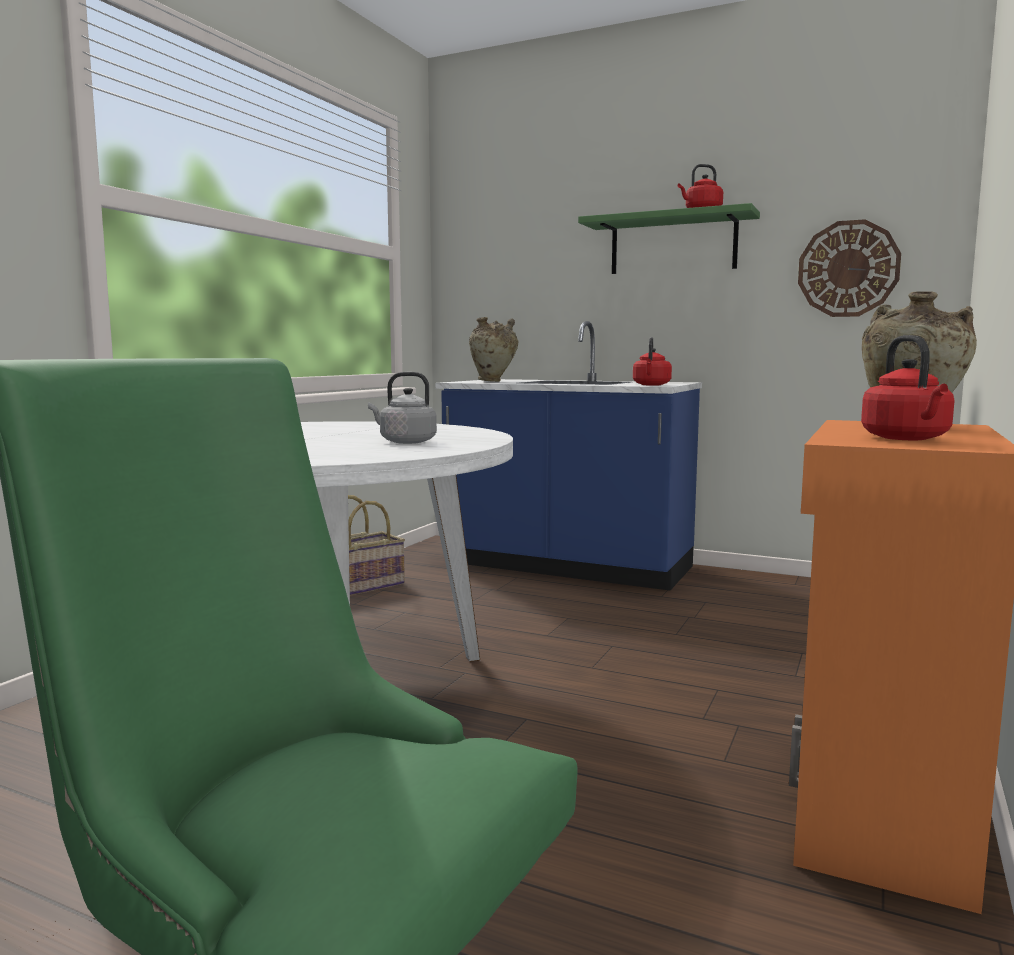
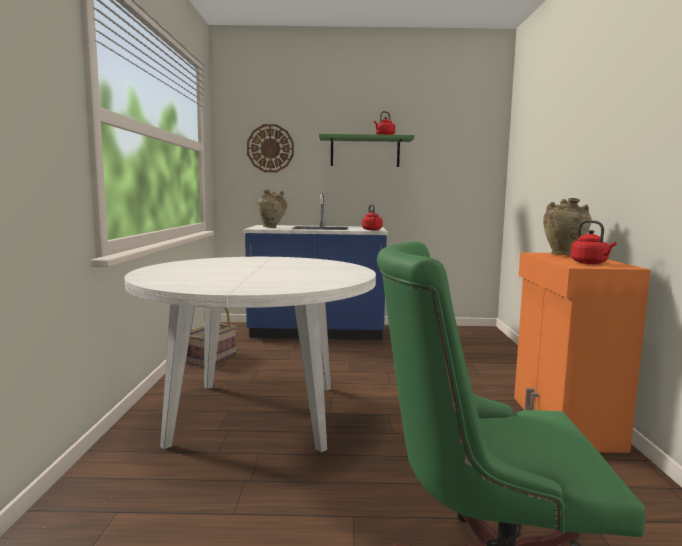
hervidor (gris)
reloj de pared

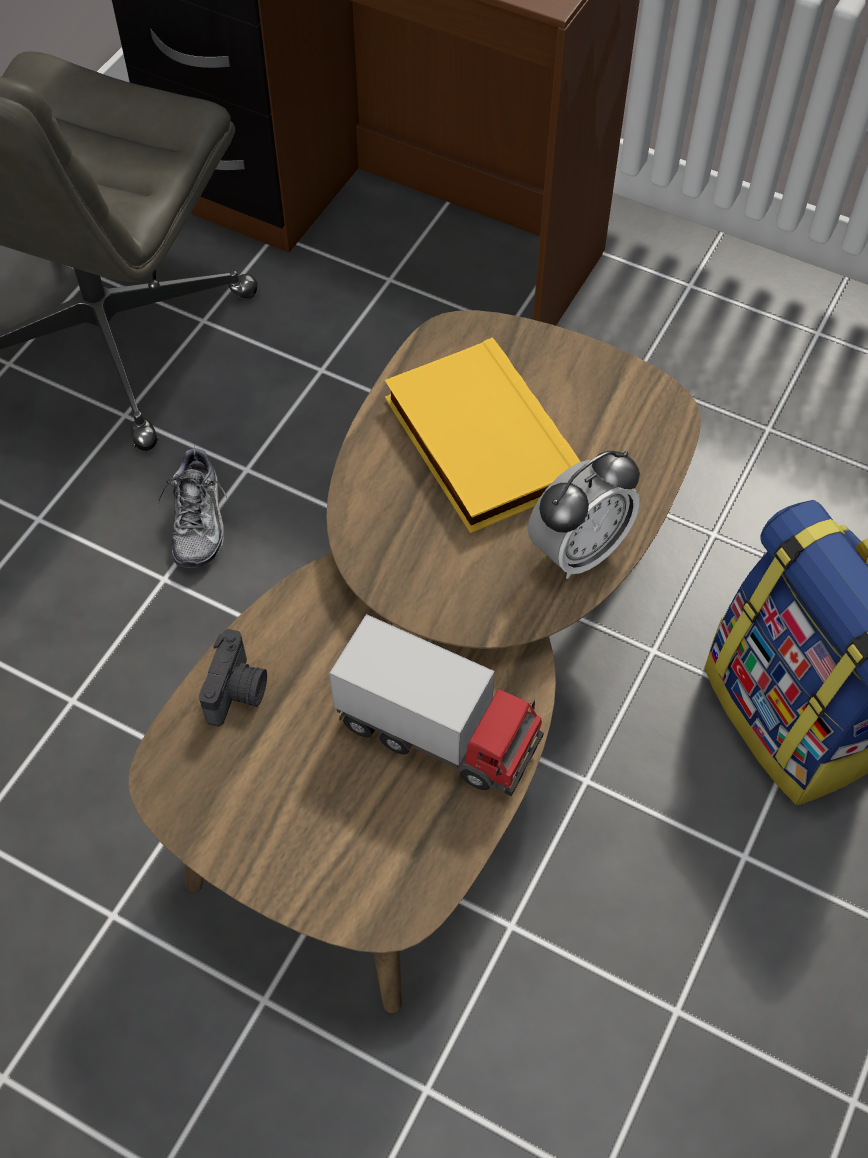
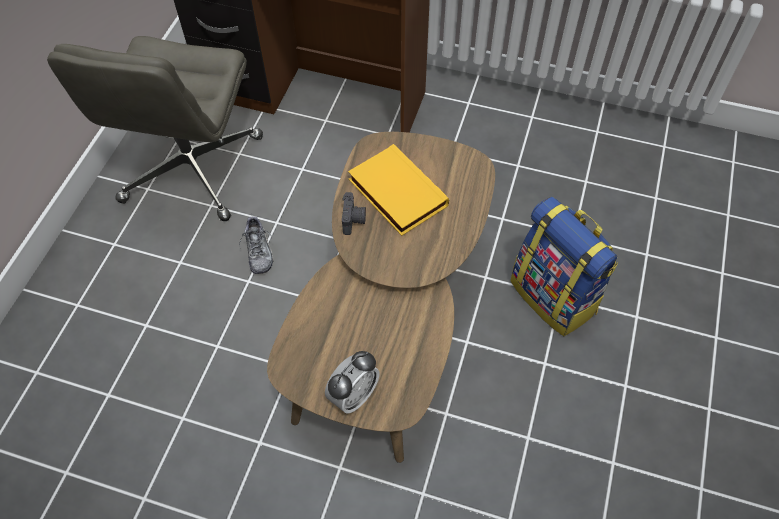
cámara
camión de juguete
despertador

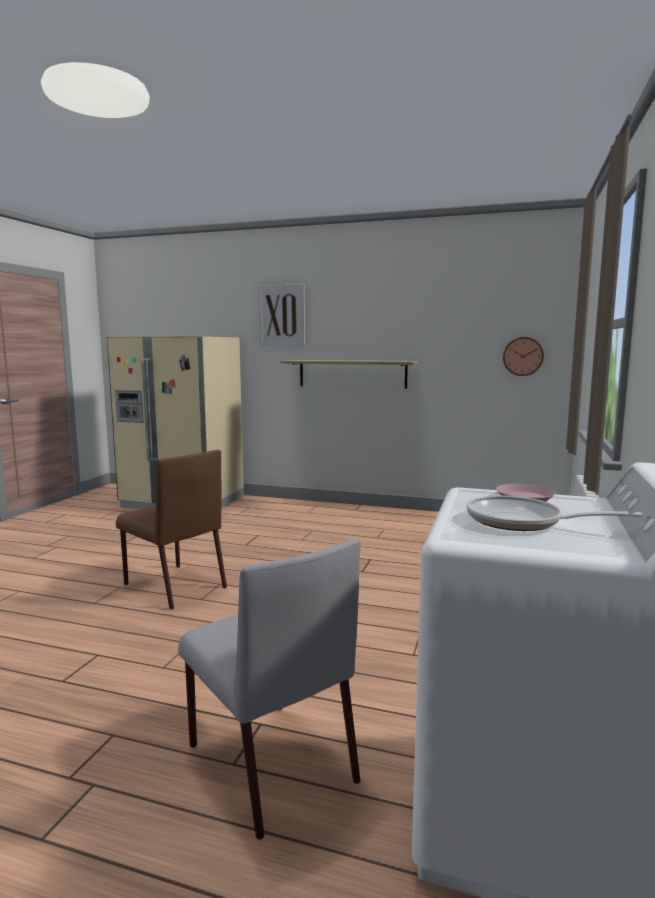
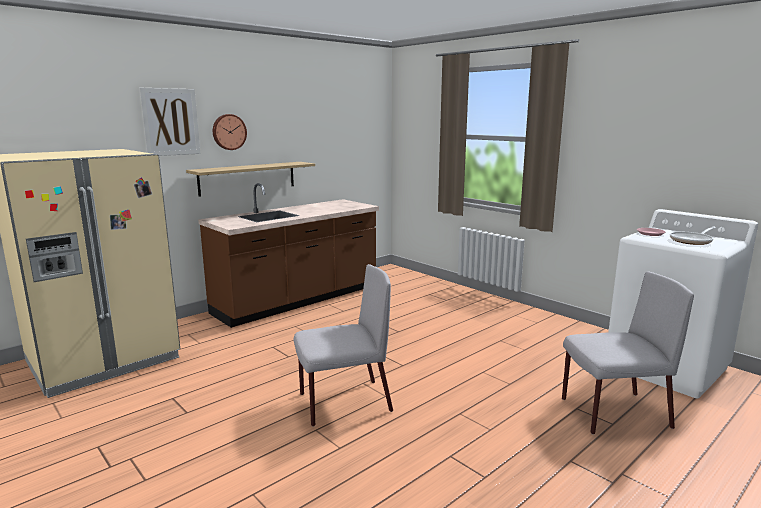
silla (gris) (no. 1 from left)
reloj de pared
mueble bajo de cocina (marrón)

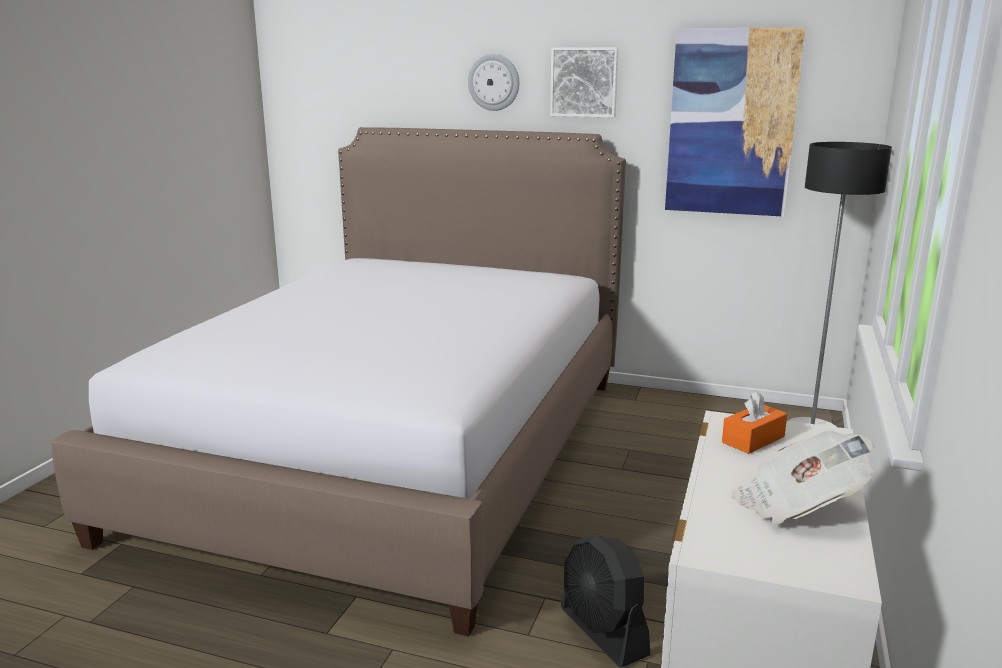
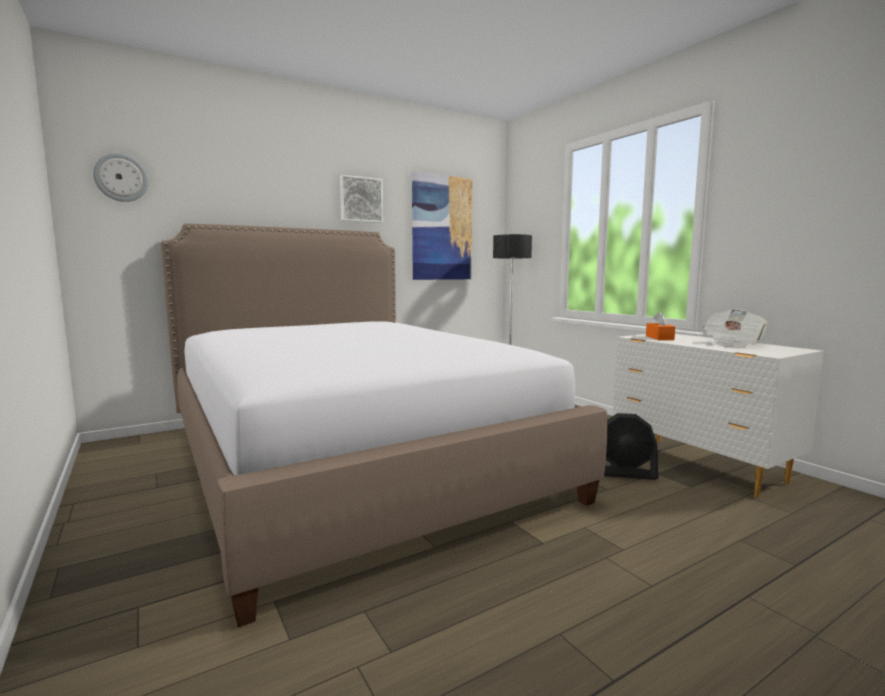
reloj de pared

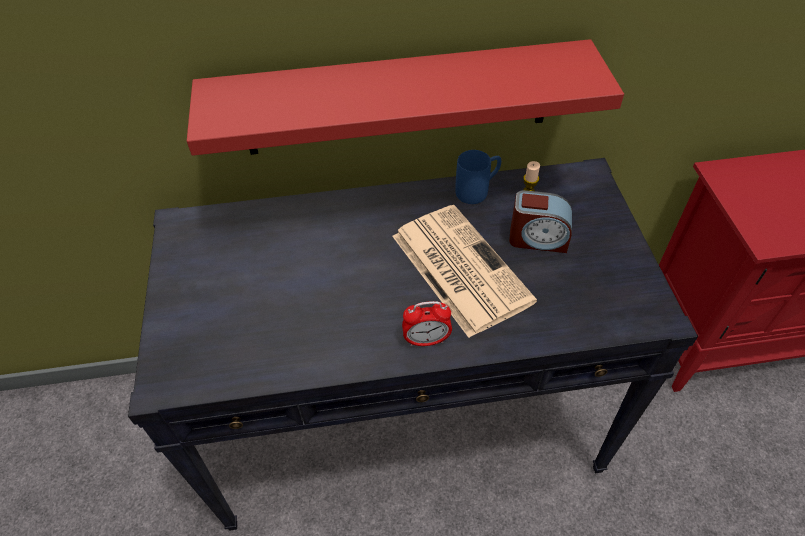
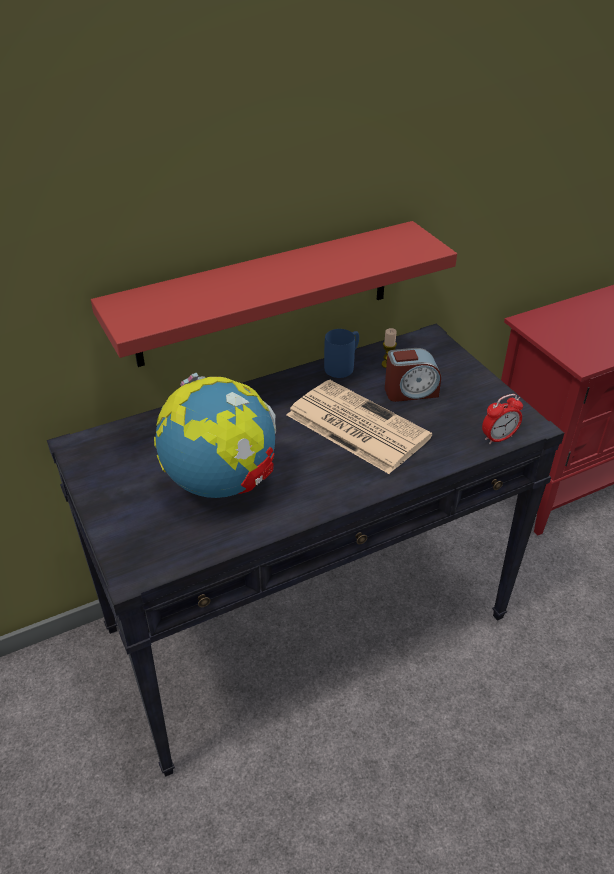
despertador (no. 2 from left)
globo terráqueo

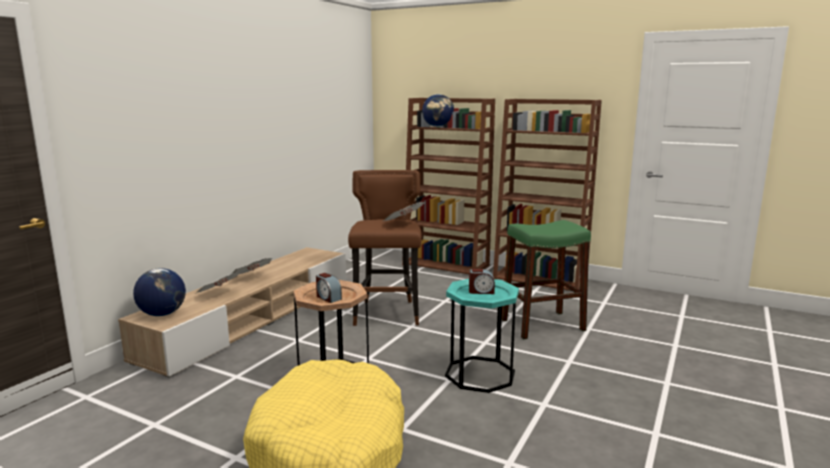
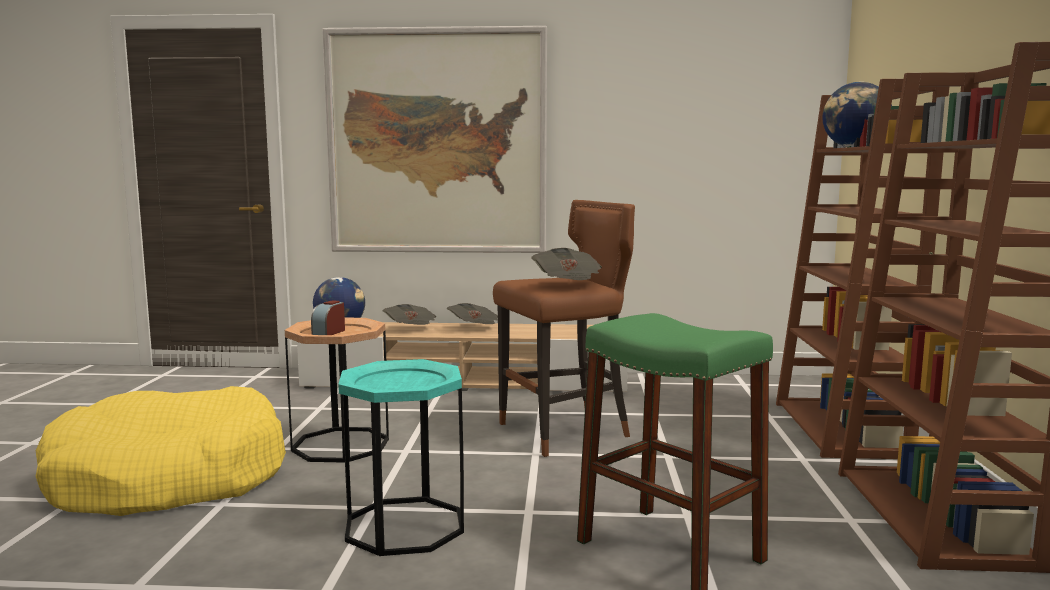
despertador (no. 2 from left in the first image)
cuadro

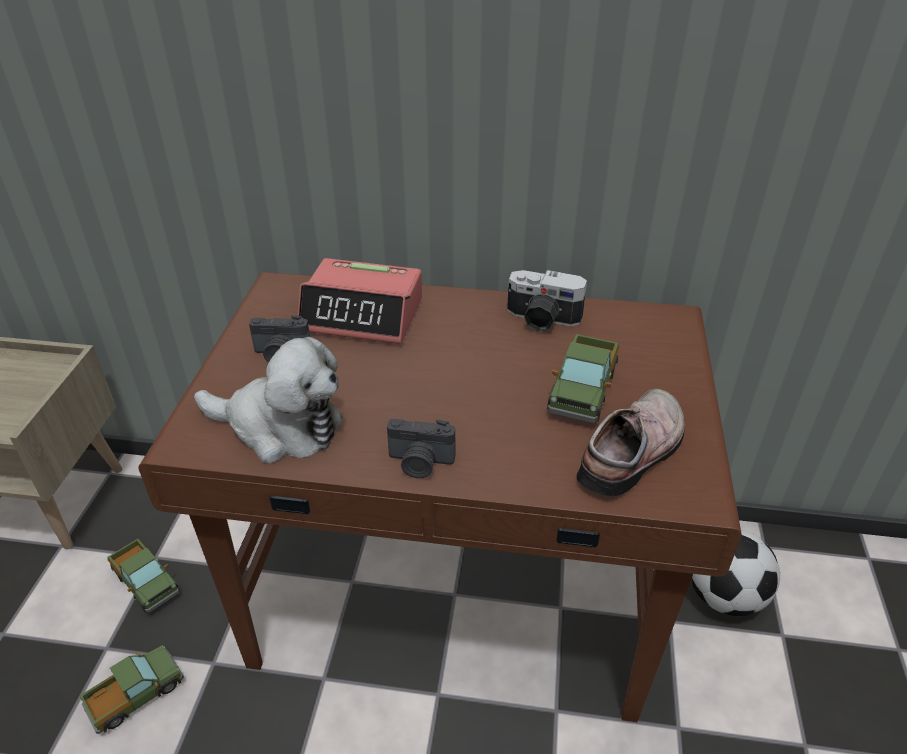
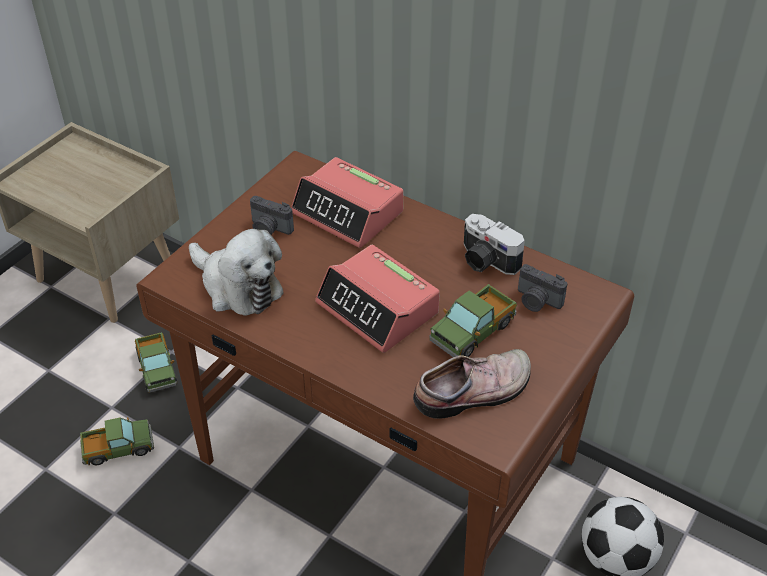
cámara (no. 3 from left)
despertador (no. 2 from left)

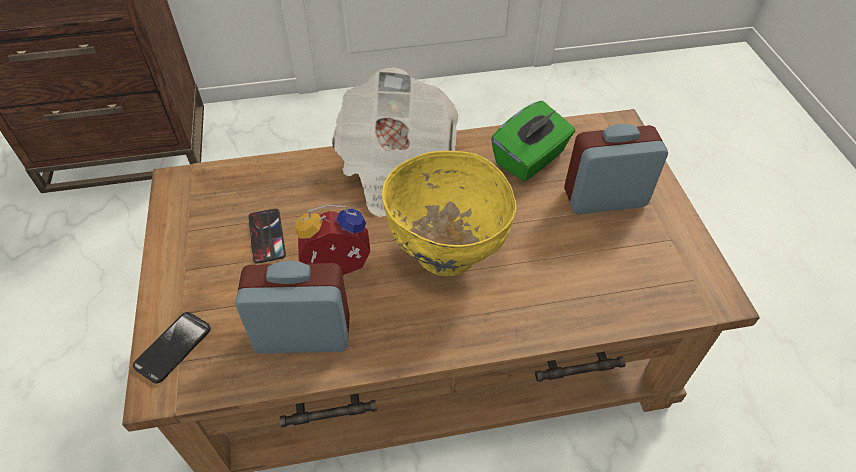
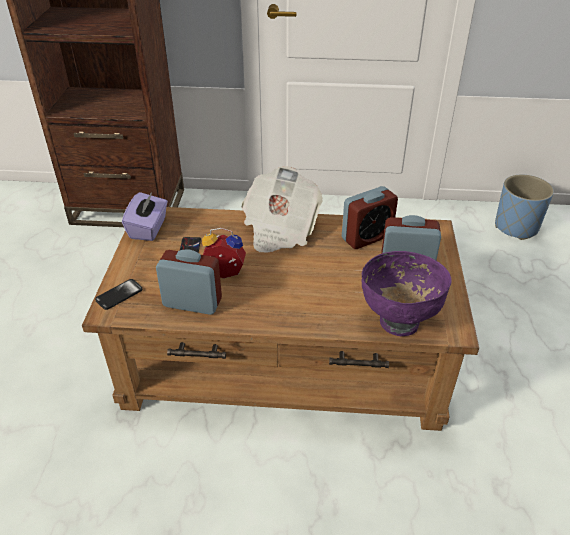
cuenco (amarillo)
despertador (no. 3 from left)
caja de pañuelos (morado)
cuenco (morado)
maceta (azul)

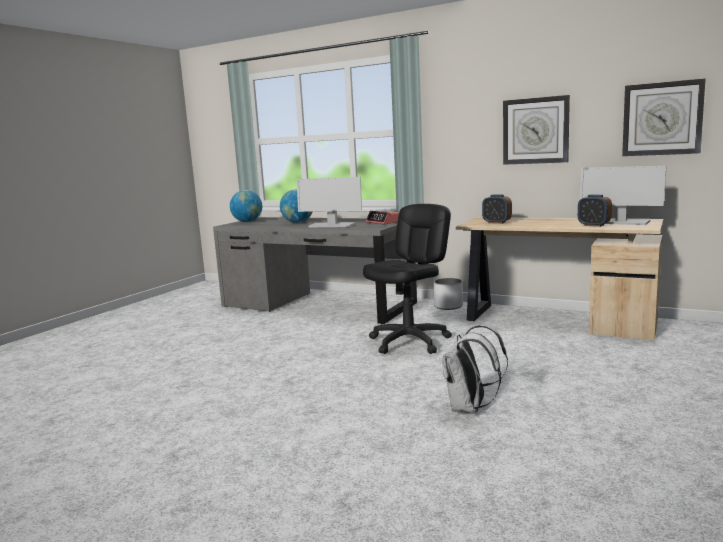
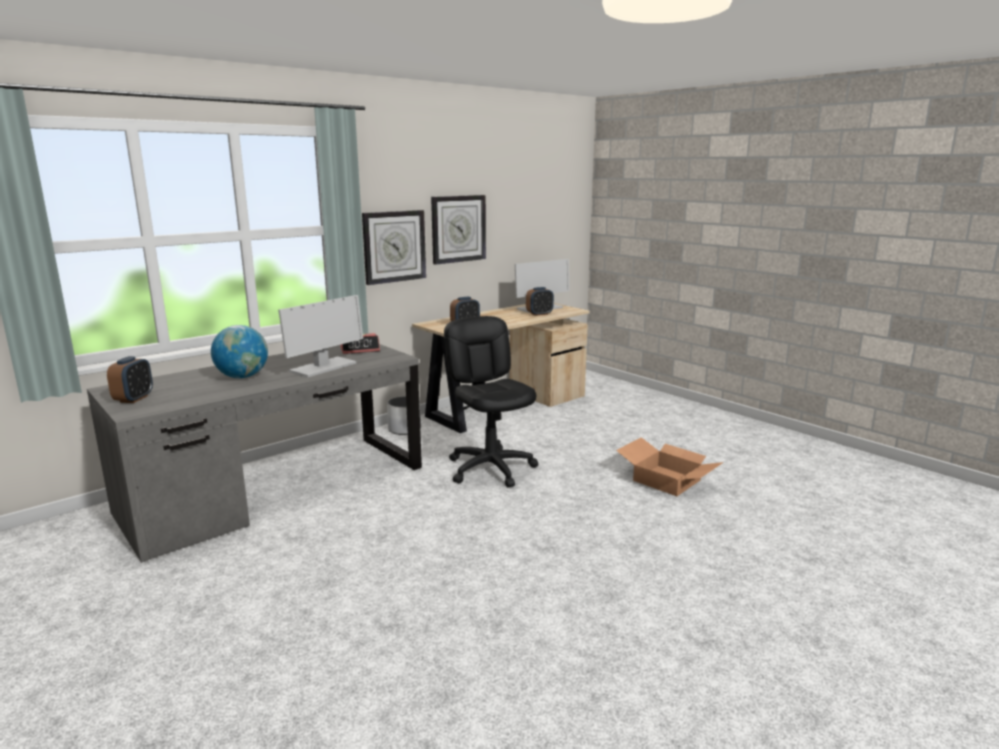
despertador (no. 1 from left)
caja de cartón
reloj de pared (no. 1 from left)

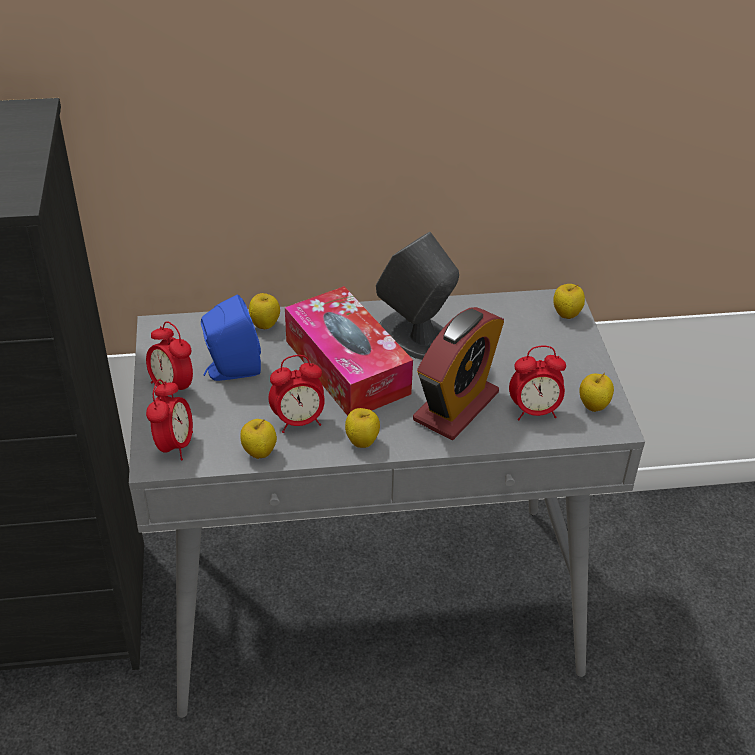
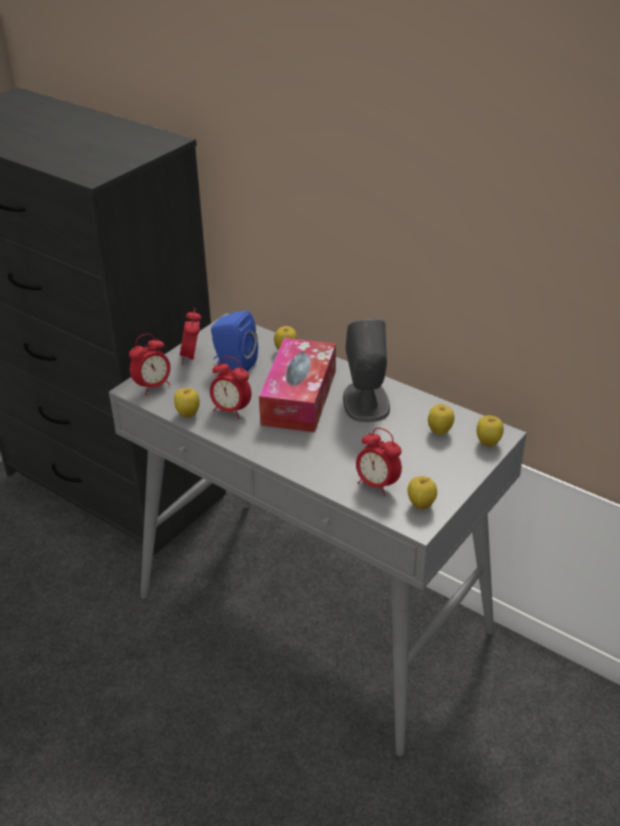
manzana (no. 4 from left)
despertador (no. 4 from left in the first image)

